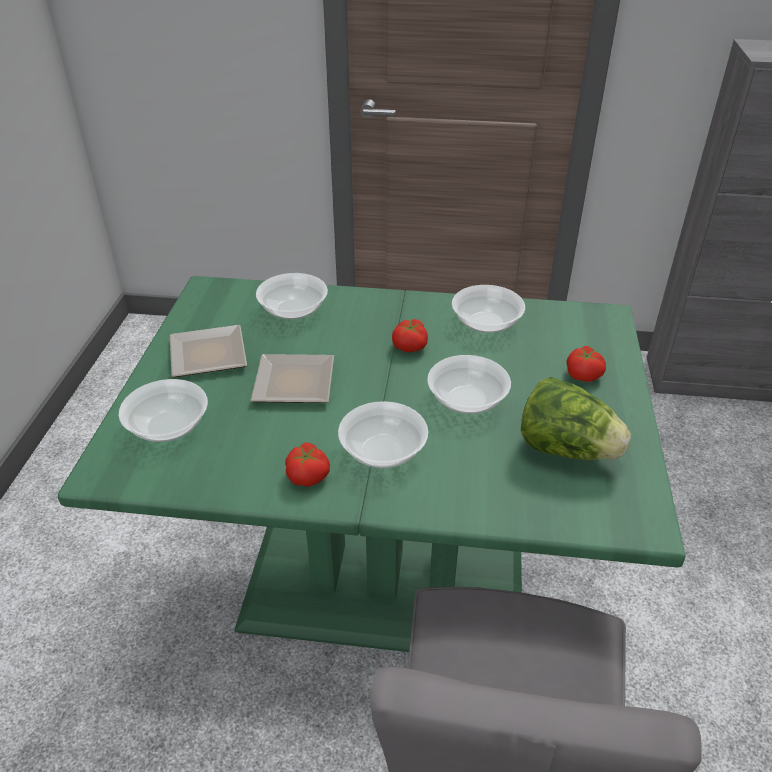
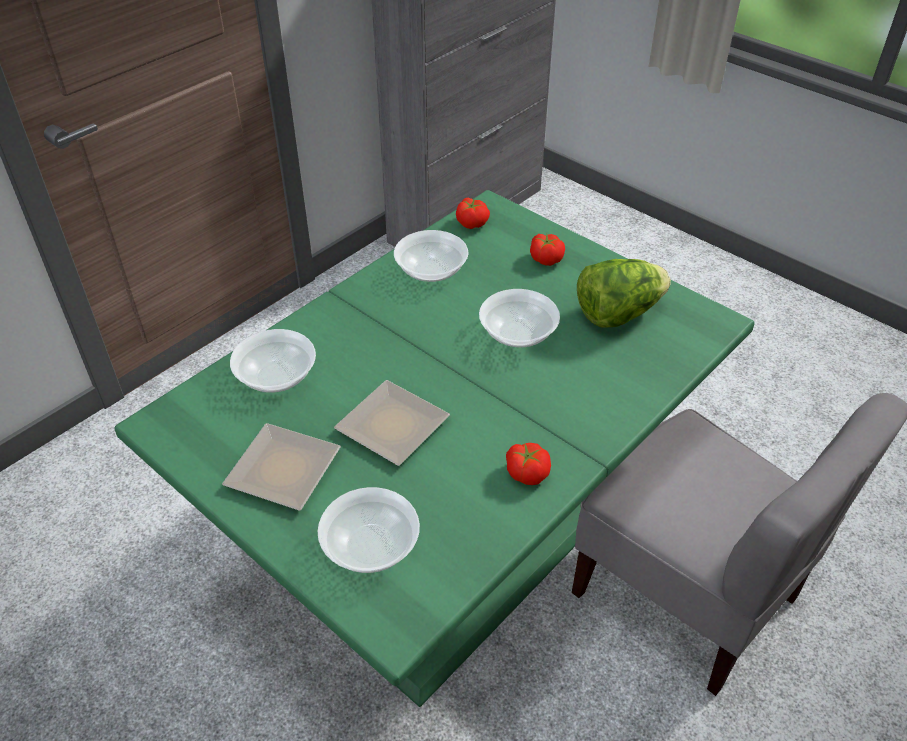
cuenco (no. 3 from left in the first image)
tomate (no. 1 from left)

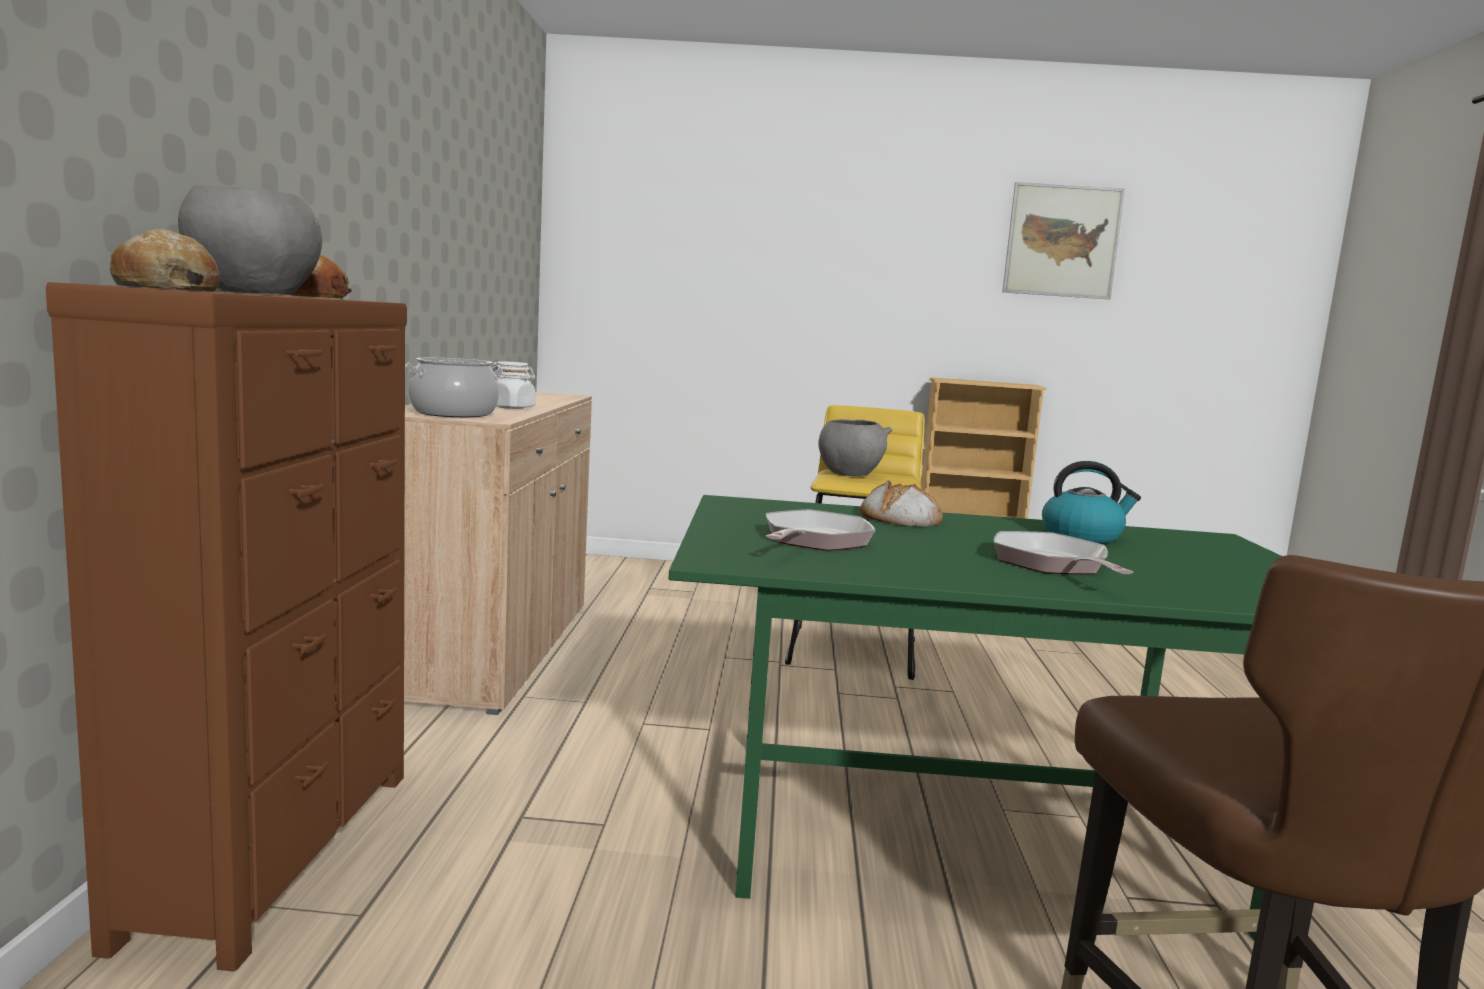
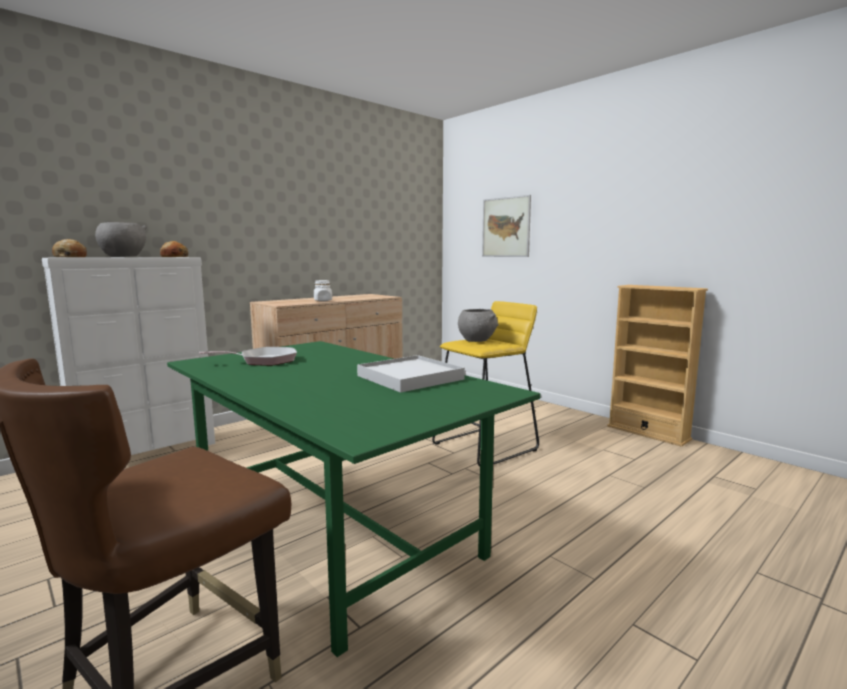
cómoda (blanco)
olla
pan (no. 3 from left in the first image)
sartén (no. 2 from left in the first image)
cuadro
bandeja (blanco)

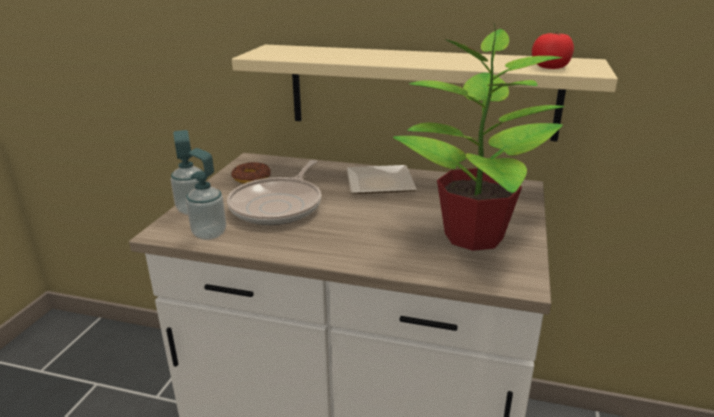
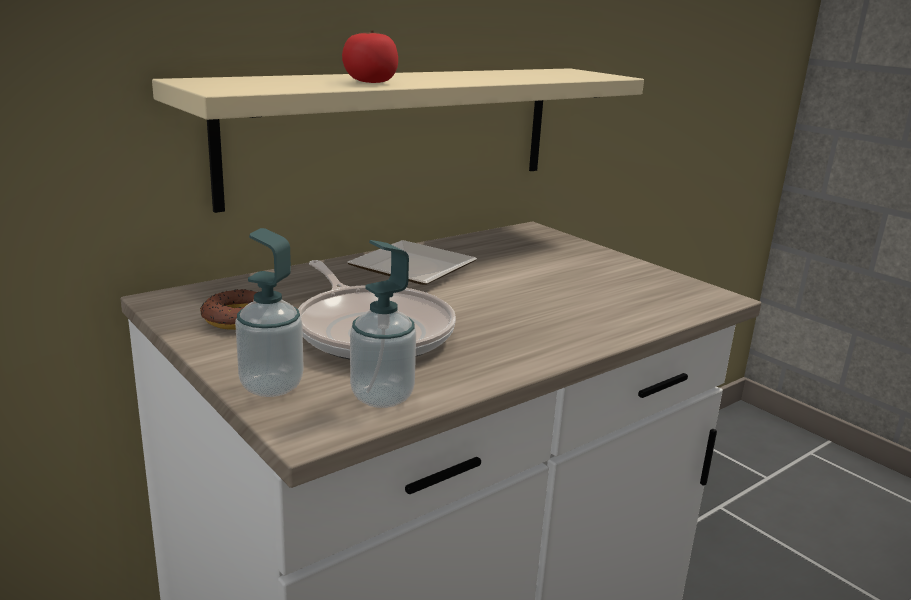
planta en maceta
tomate

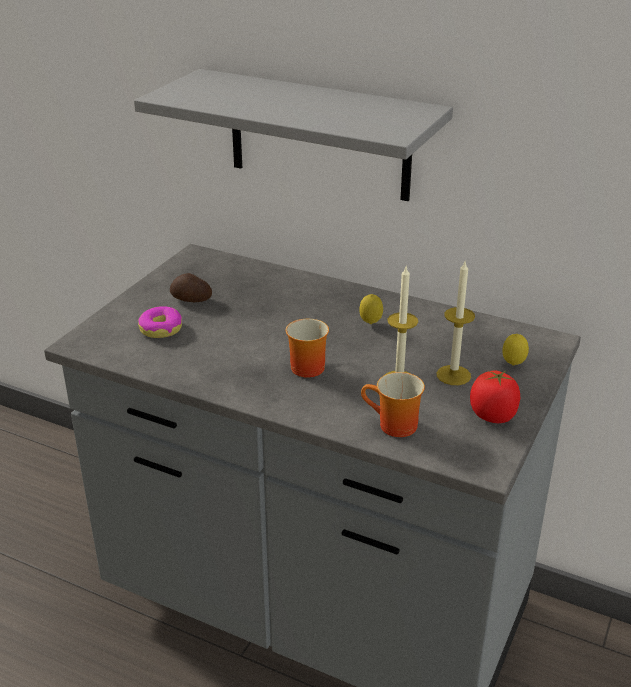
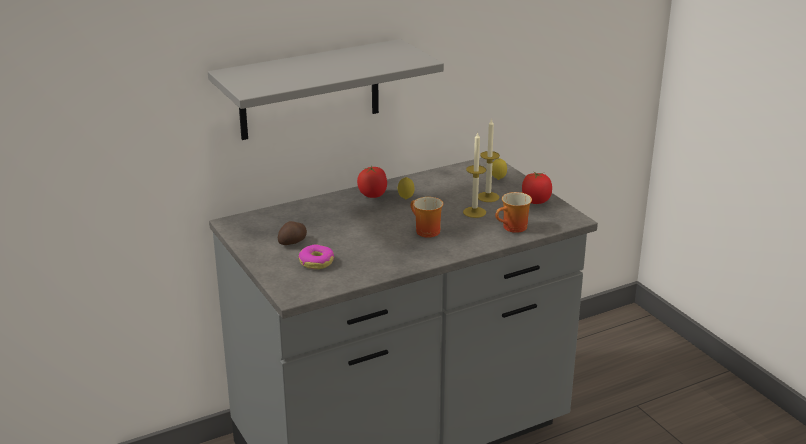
tomate (no. 1 from left)

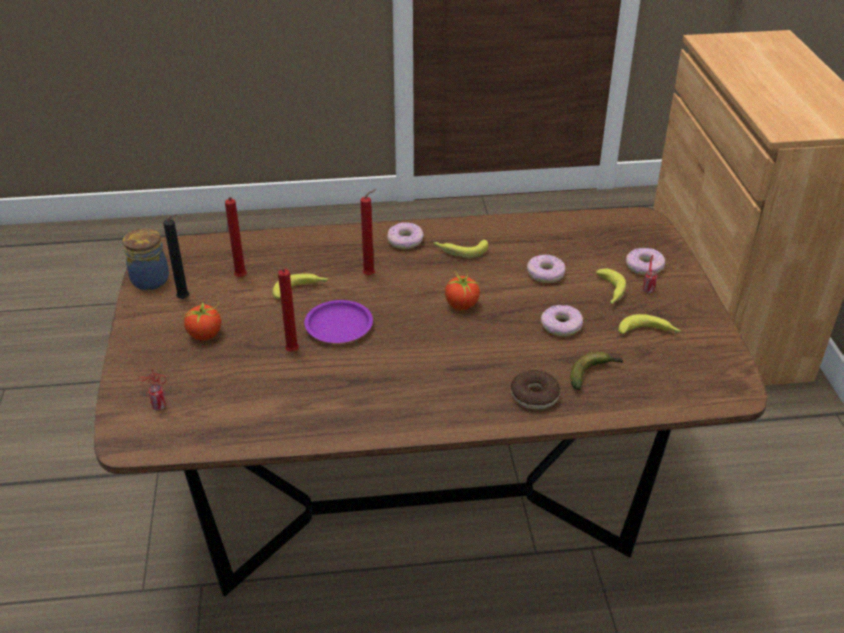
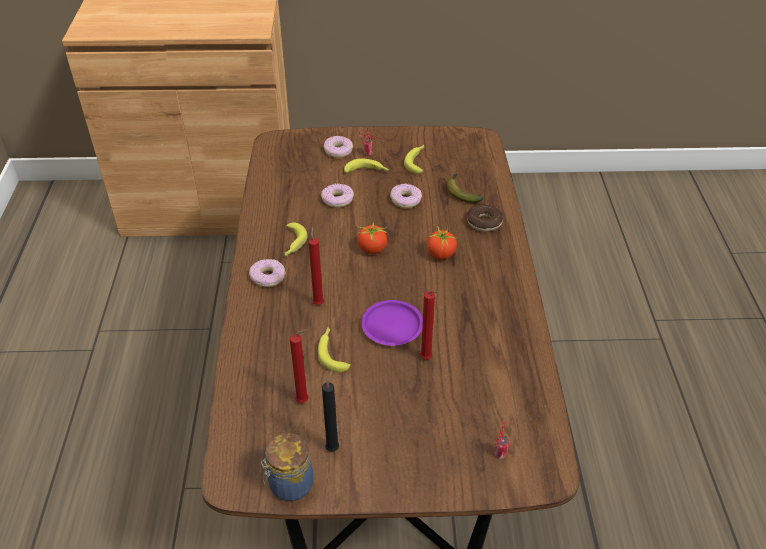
tomate (no. 2 from left)

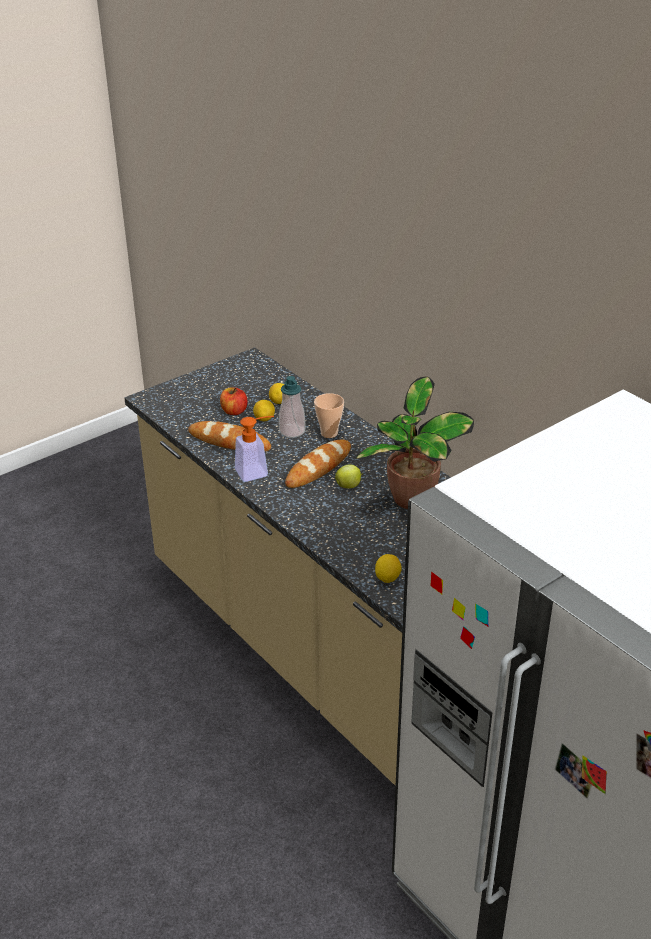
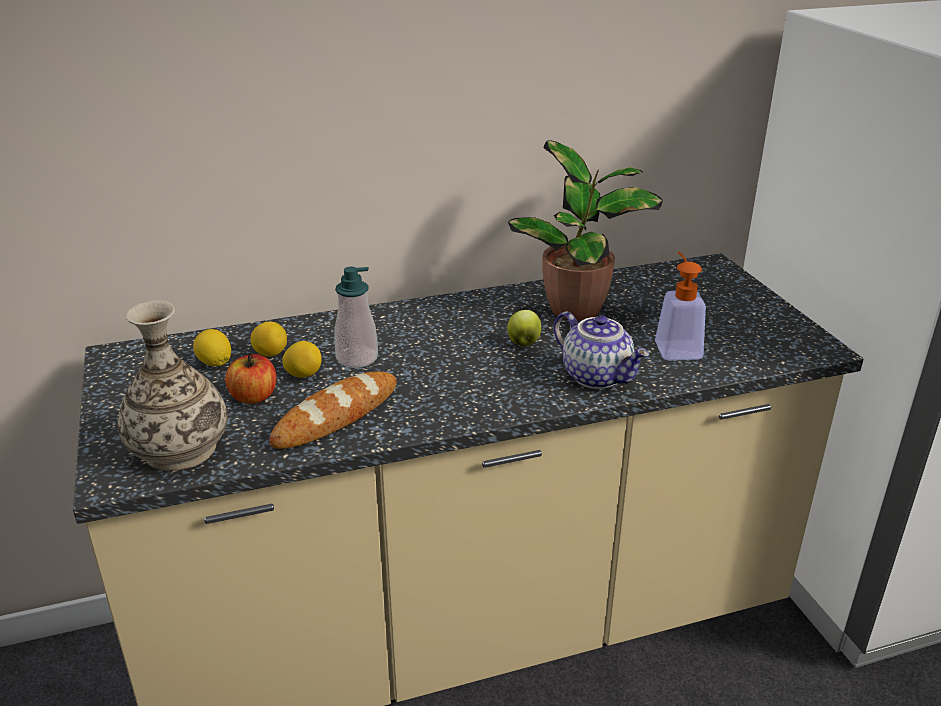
dispensador de jabón (no. 2 from left)
pan (no. 2 from left in the first image)
taza
limón (no. 1 from left)
florero
tetera

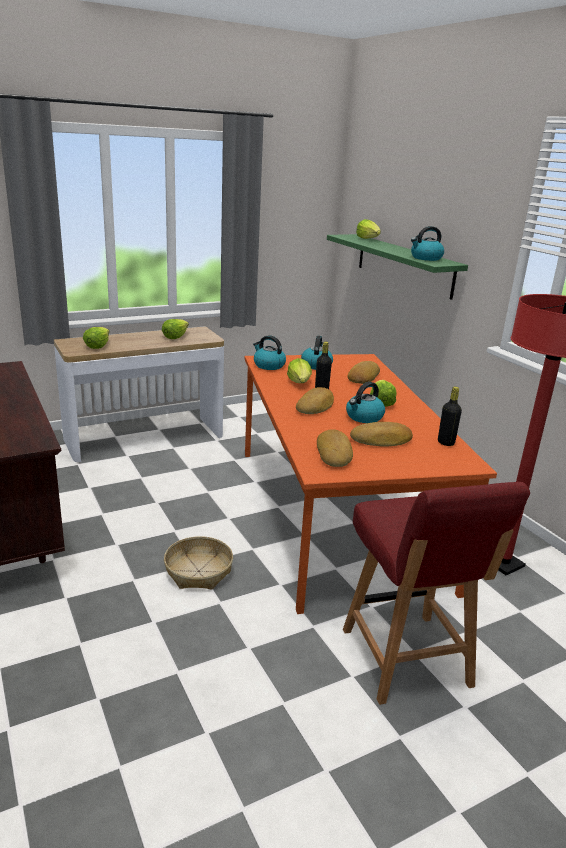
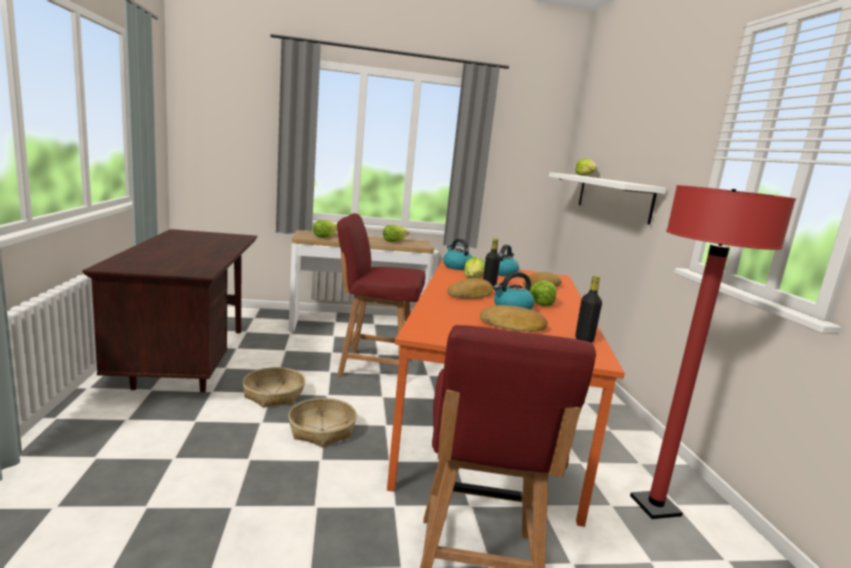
pan (no. 2 from left in the first image)
estante (blanco)
hervidor (no. 4 from left in the first image)
cesta (no. 1 from left)
silla (rojo) (no. 1 from left)

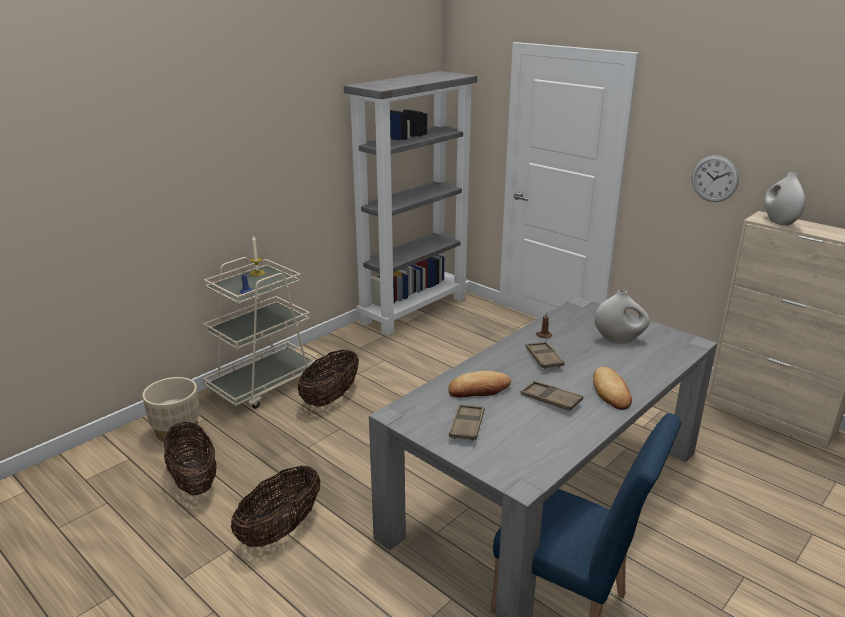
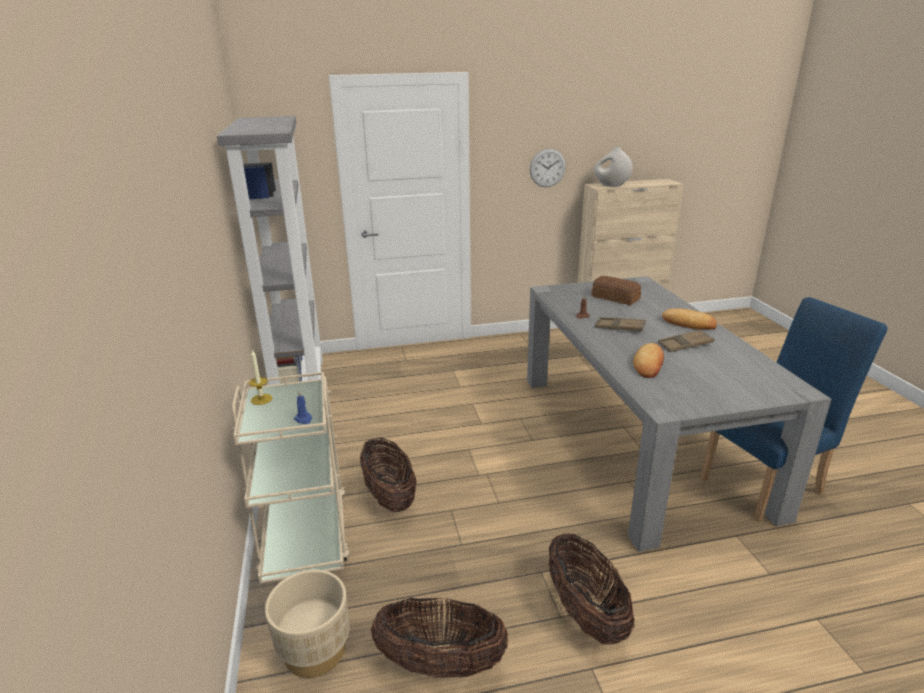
bandeja (marrón) (no. 1 from left in the first image)
pan (no. 1 from left)

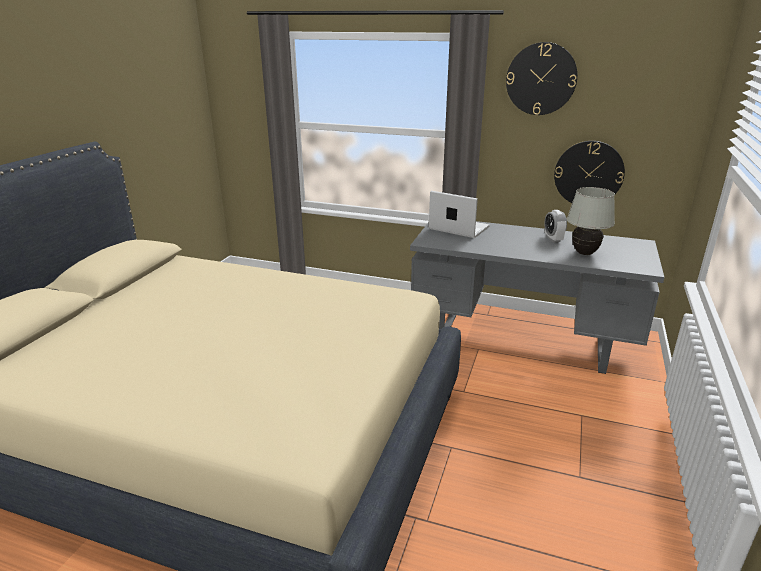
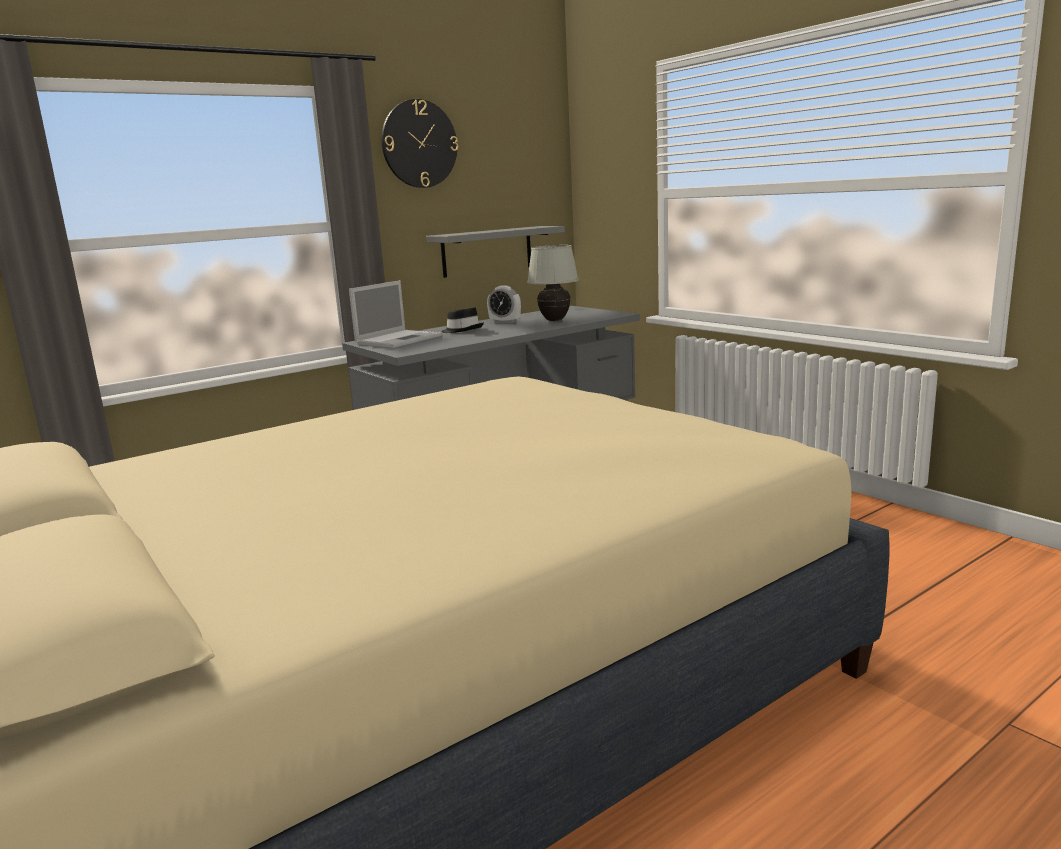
portátil
estante (gris)
sombrero (negro)

